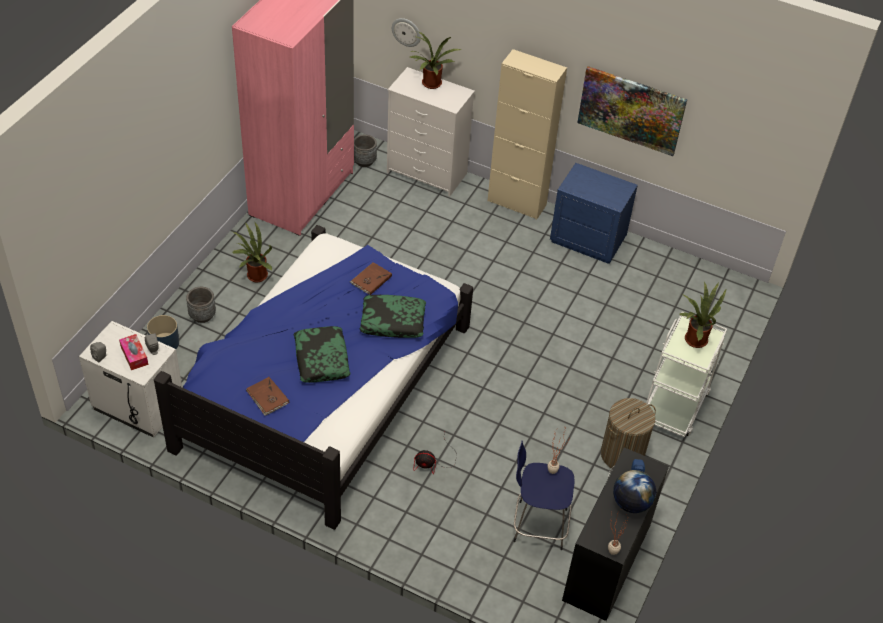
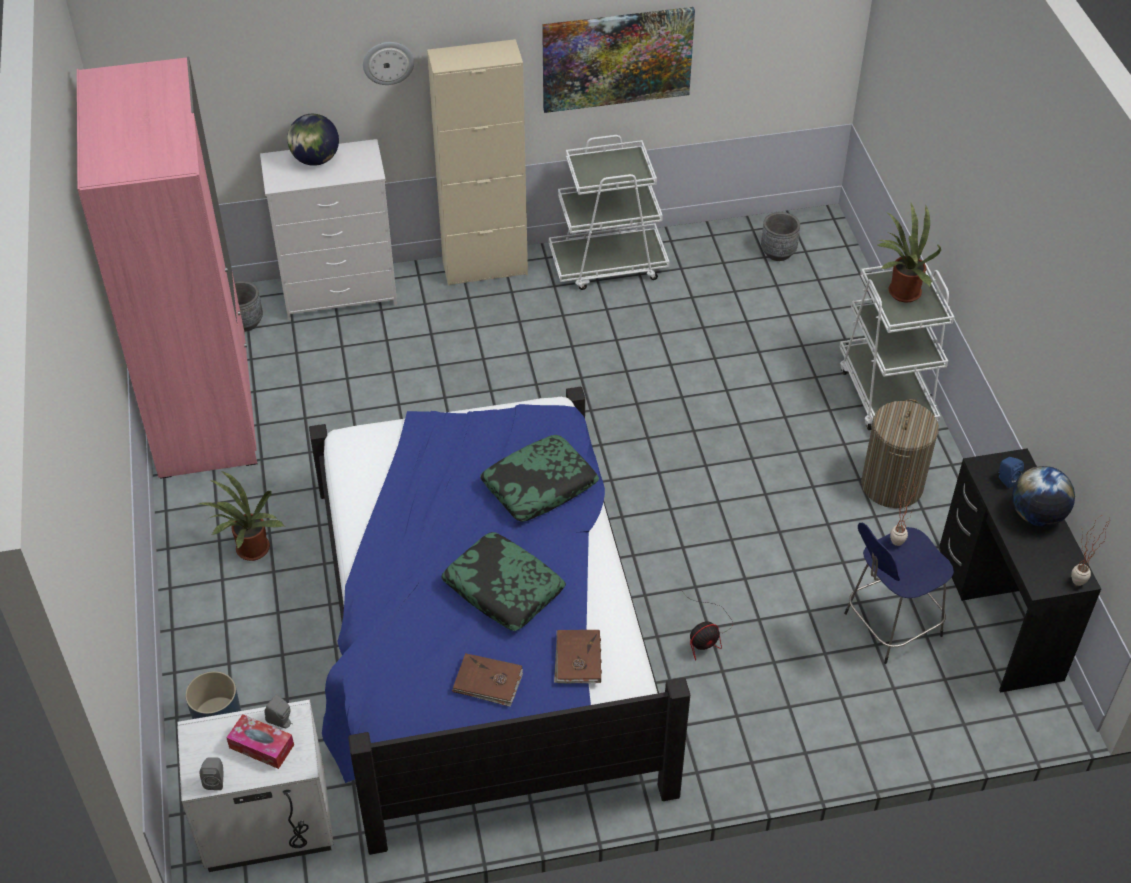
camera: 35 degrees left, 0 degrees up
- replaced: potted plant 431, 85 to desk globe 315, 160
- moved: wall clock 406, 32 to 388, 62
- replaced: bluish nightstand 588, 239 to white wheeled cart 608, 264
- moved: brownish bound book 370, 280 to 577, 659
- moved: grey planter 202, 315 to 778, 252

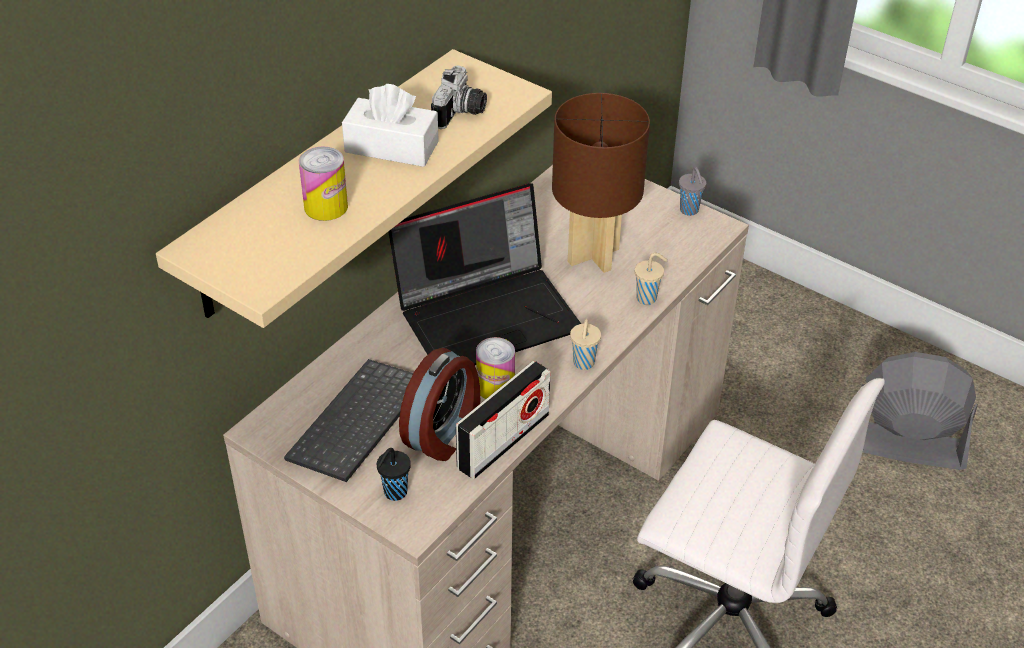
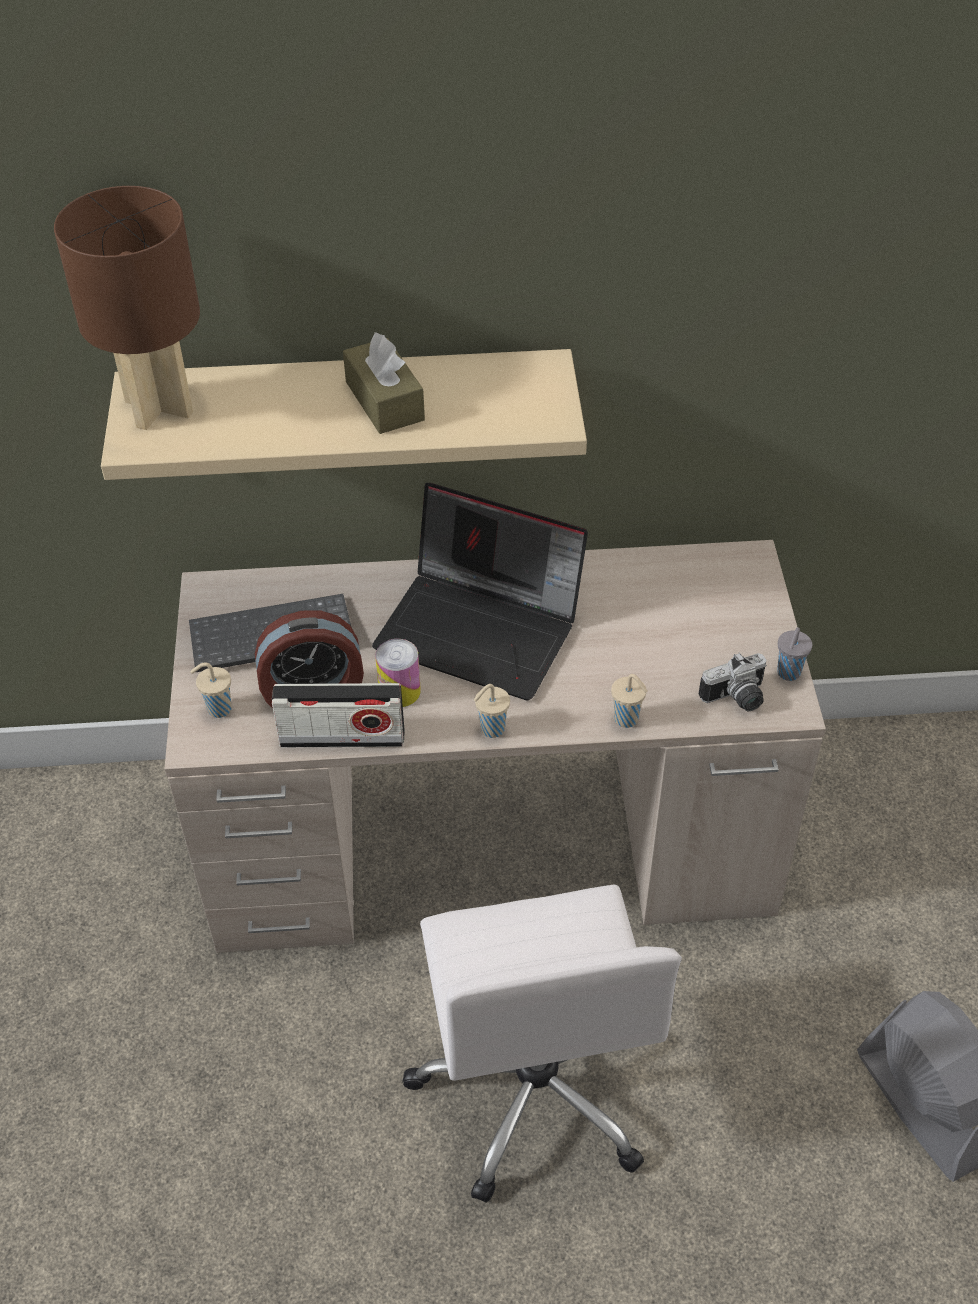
camera: 50 degrees right, 5 degrees up
- moved: brownish lamp for a table 594, 256 to 159, 408
- recoloured: black-coloured cup 394, 493 to beige-coloured cup 218, 709
- recoloured: white tissue holder 391, 147 to brownish tissue holder 384, 401
- moved: still camera 461, 113 to 737, 699
- removed: sealed can 326, 206

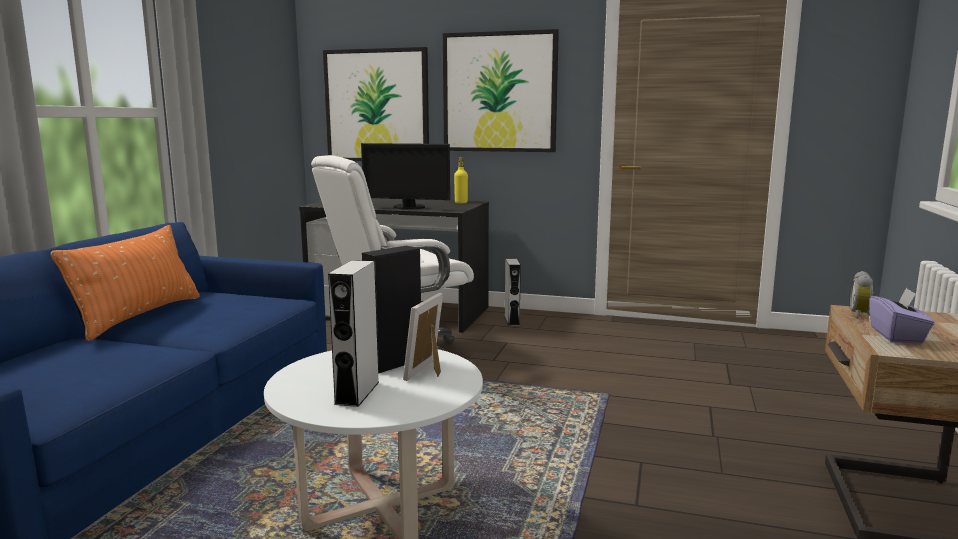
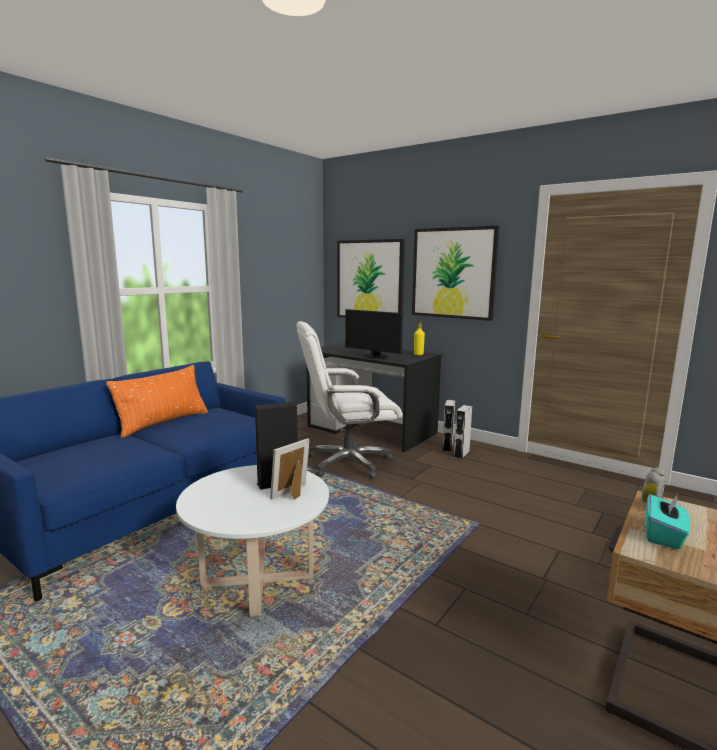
camera: 20 degrees right, 0 degrees up
- moved: grey speaker 357, 392 to 461, 454
- recoloured: purplish tissue holder 897, 336 to blue-green tissue holder 663, 536

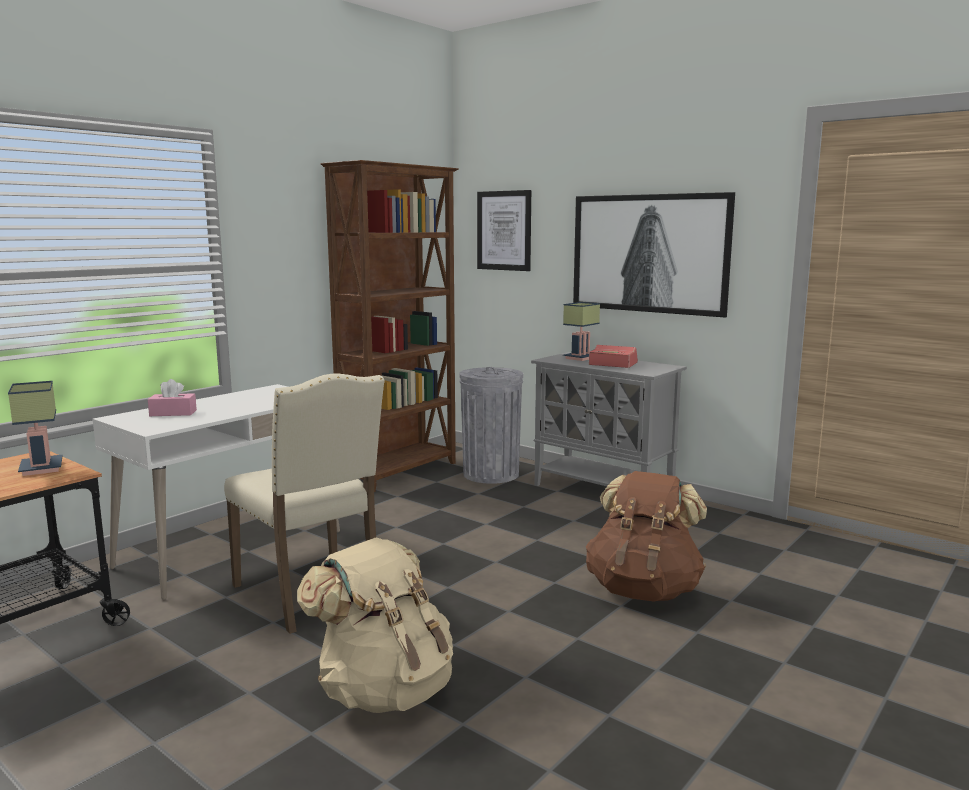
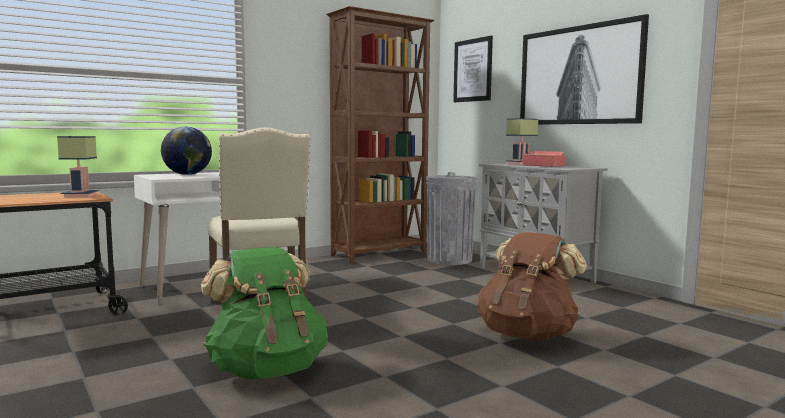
camera: 15 degrees right, 5 degrees down
- replaced: pink tissue holder 173, 413 to desk globe 187, 174
- recoloured: beige-coloured backpack 384, 690 to green backpack 267, 370

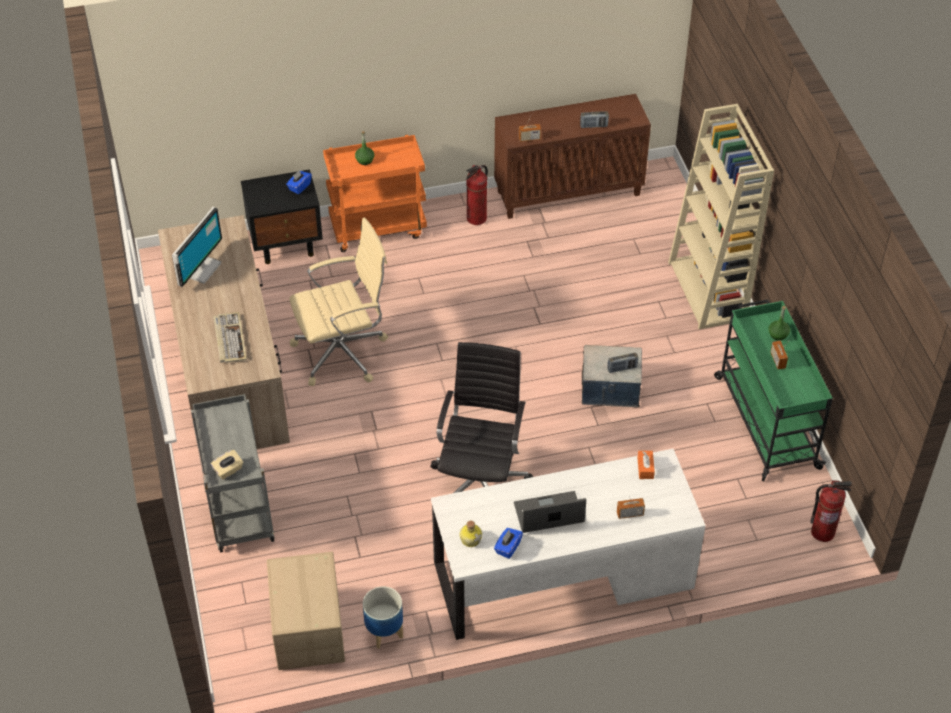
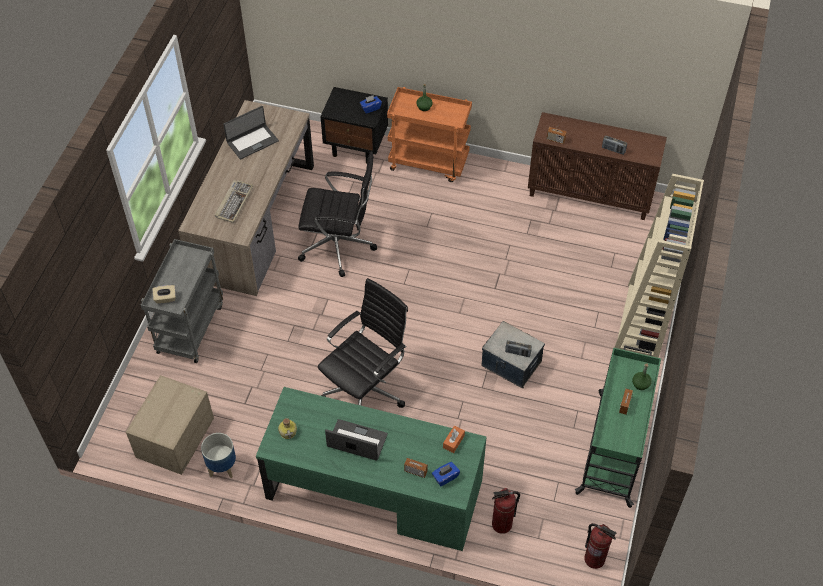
camera: 30 degrees right, 5 degrees up
- replaced: computer display 201, 269 to portable computer 252, 141
- recoloured: white desk 563, 575 to green desk 374, 490
- recoloured: beige-coloured office chair 343, 352 to black-coloured office chair 339, 246
- moved: bluish tissue holder 508, 548 to 445, 477
- moved: extinguisher 476, 218 to 502, 524

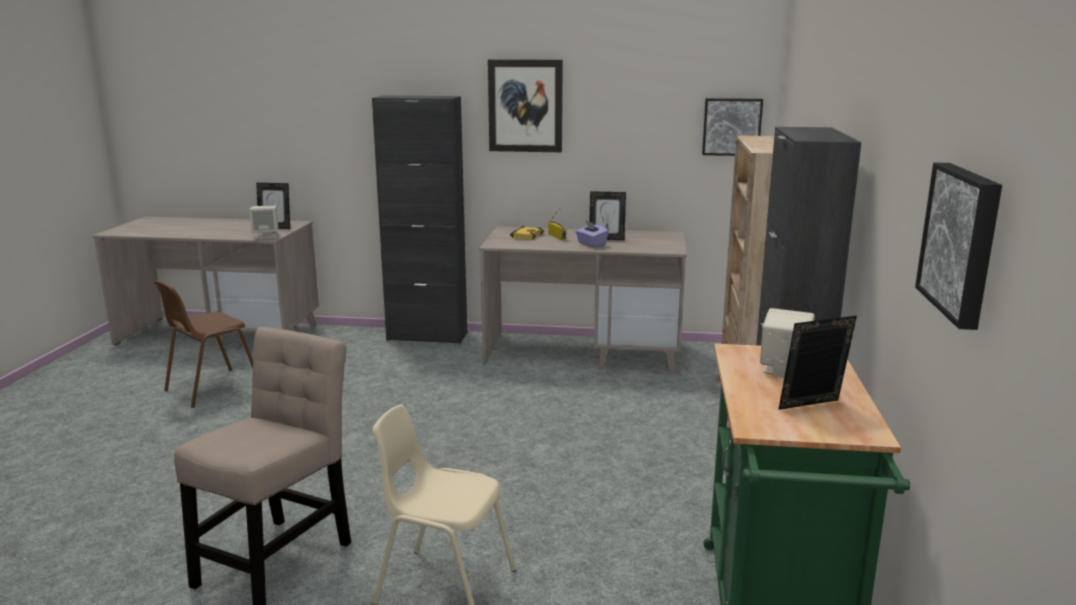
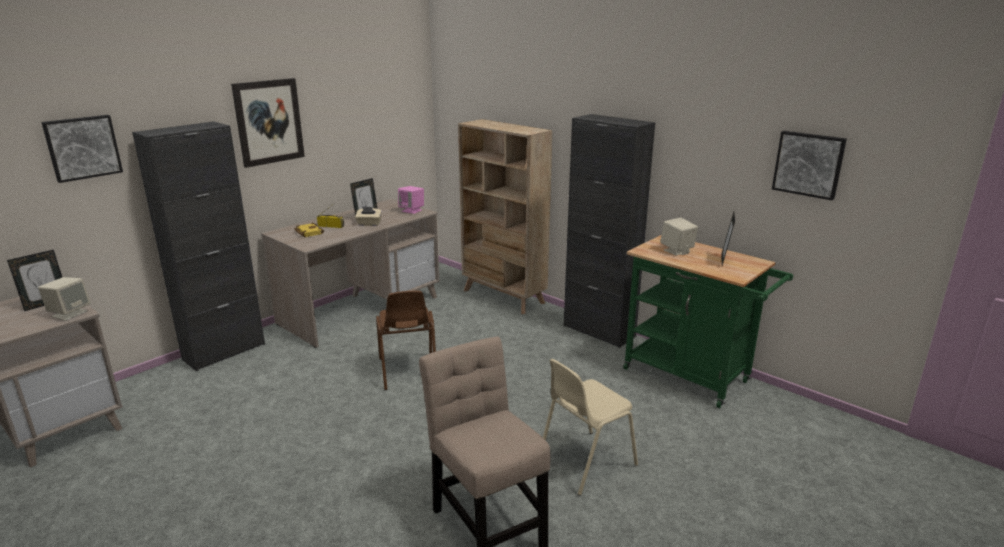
camera: 55 degrees left, 5 degrees up
- moved: wall picture 731, 126 to 82, 147
- recoloured: purplish tissue holder 591, 244 to beige-coloured tissue holder 369, 224
- moved: brownish upright chair 212, 388 to 408, 371
- added: pink speaker 412, 210

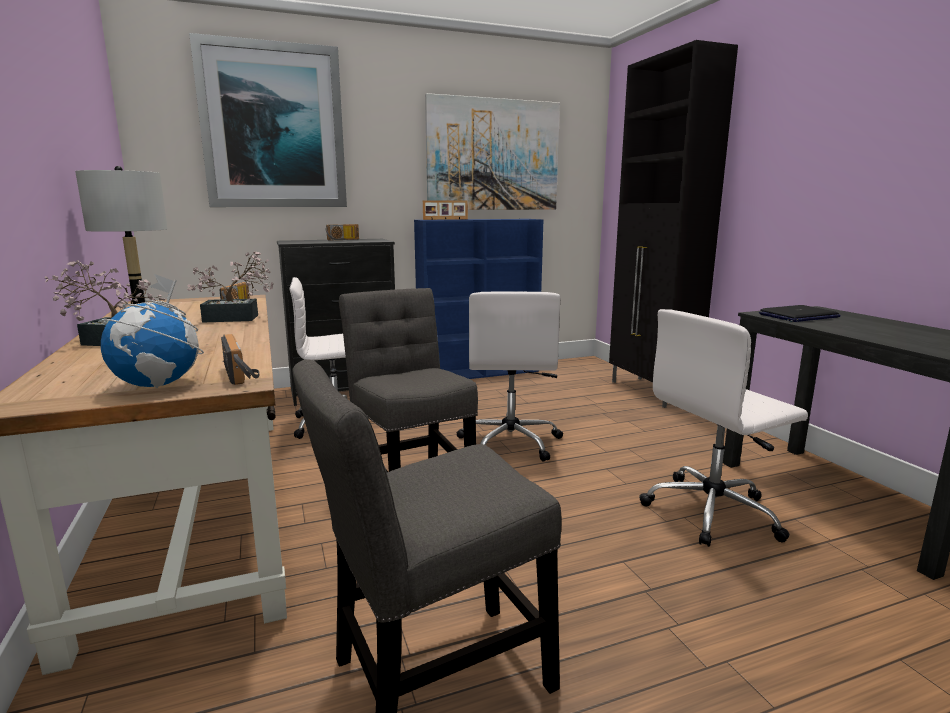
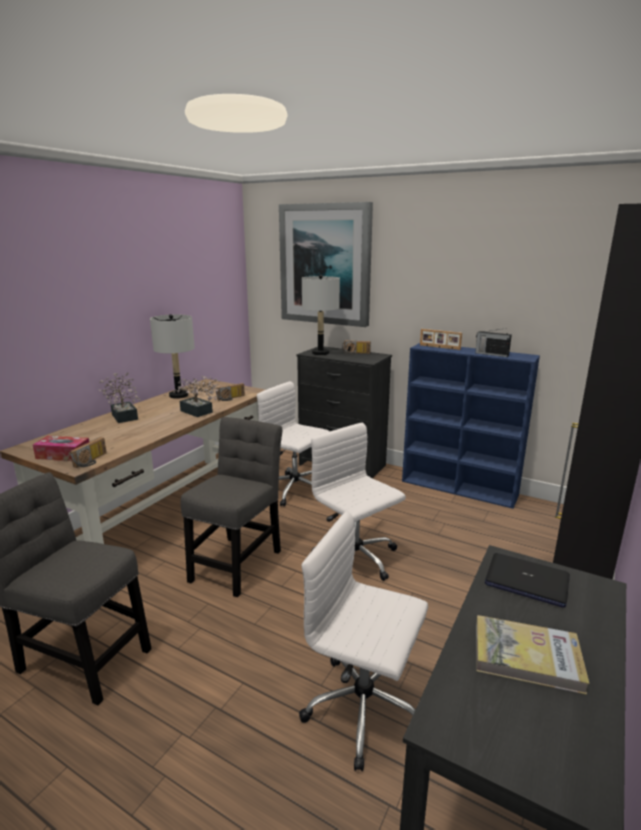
camera: 50 degrees right, 5 degrees up
- replaced: desk globe 159, 384 to tissue holder 63, 455
- added: grey lamp for a table 320, 353
- turned: white office chair 510, 442 = 356, 560 90 degrees clockwise
- added: radio 491, 354
- added: bound book 527, 657
- removed: wall picture 493, 155

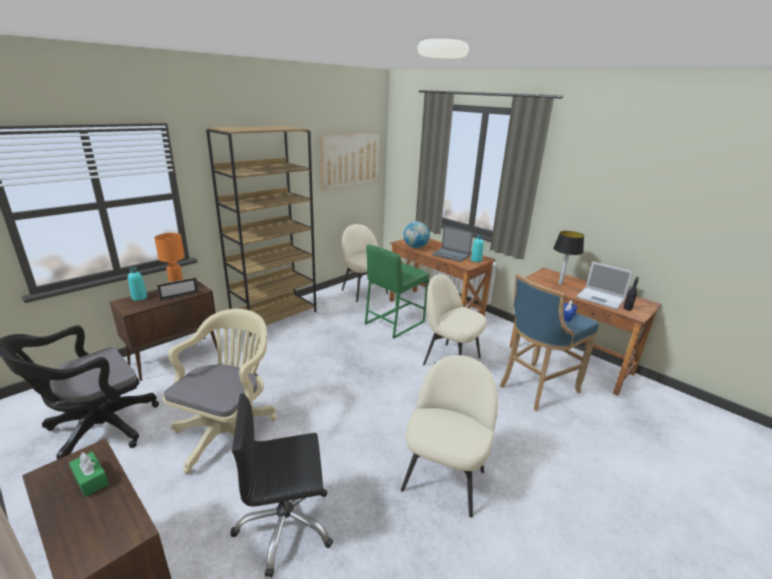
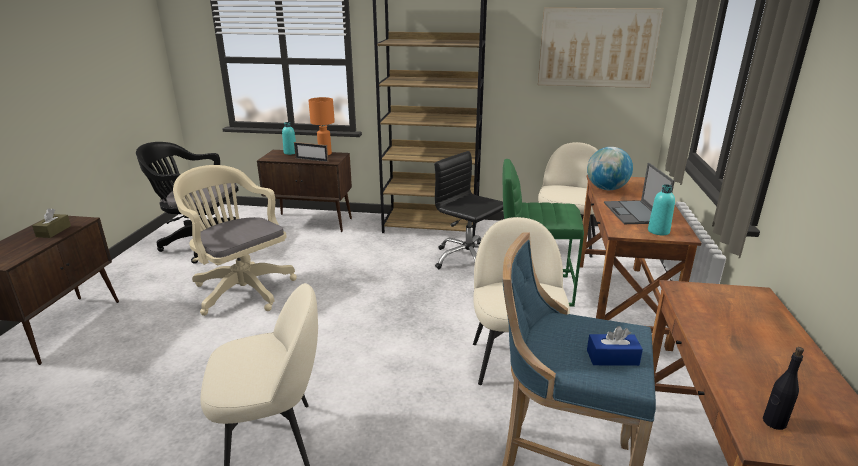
camera: 55 degrees right, 0 degrees up
- recoloured: green tissue holder 91, 479 to brownish tissue holder 54, 231
- turned: beige-coloured office chair 229, 432 = 241, 289 120 degrees counterclockwise
- moved: black-coloured office chair 285, 525 to 467, 259
- removed: lamp for a table 560, 284
- removed: portable computer 601, 298

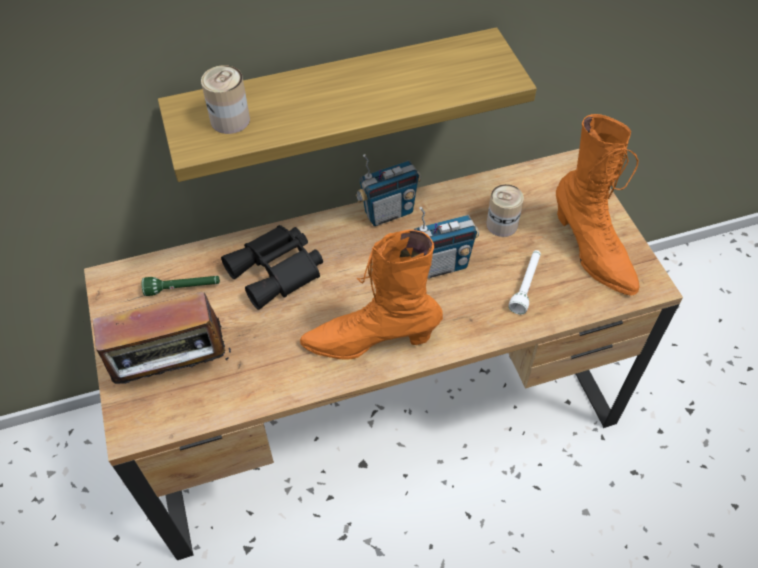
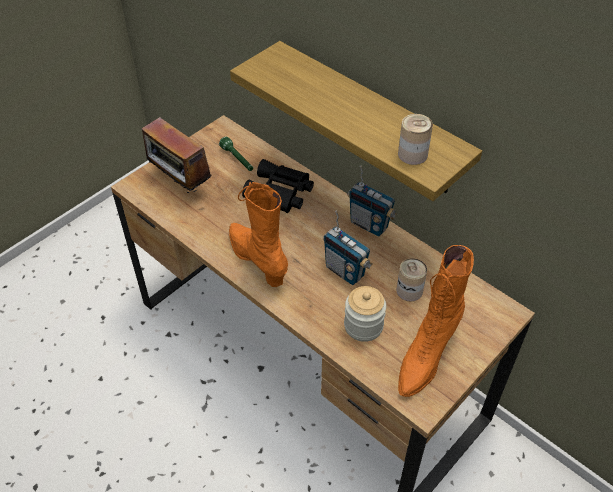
camera: 60 degrees right, 5 degrees down
- replaced: white hand torch 526, 285 to storage jar 363, 326
- moved: sealed can 230, 120 to 412, 154

